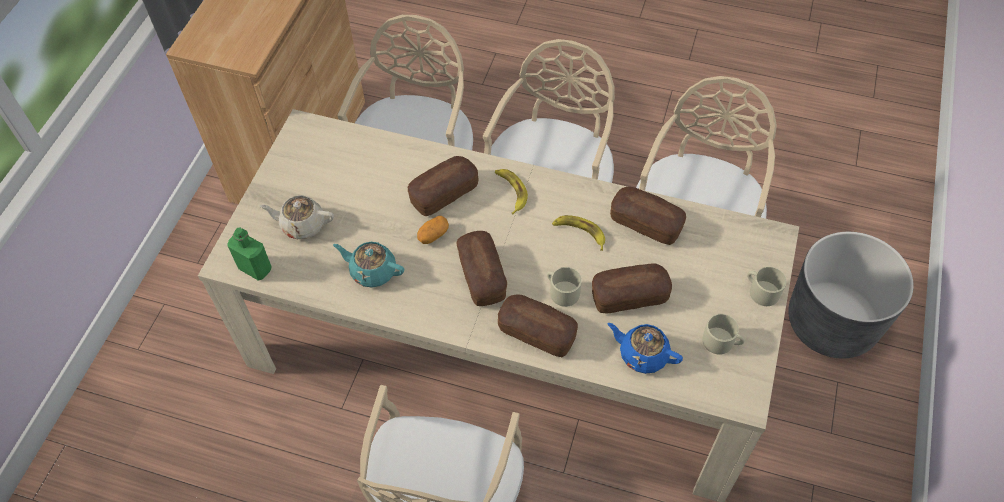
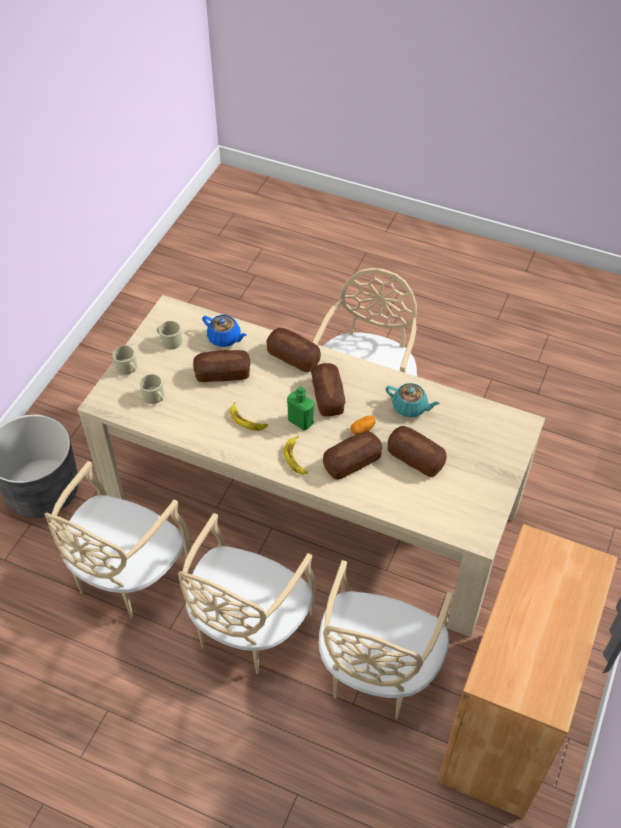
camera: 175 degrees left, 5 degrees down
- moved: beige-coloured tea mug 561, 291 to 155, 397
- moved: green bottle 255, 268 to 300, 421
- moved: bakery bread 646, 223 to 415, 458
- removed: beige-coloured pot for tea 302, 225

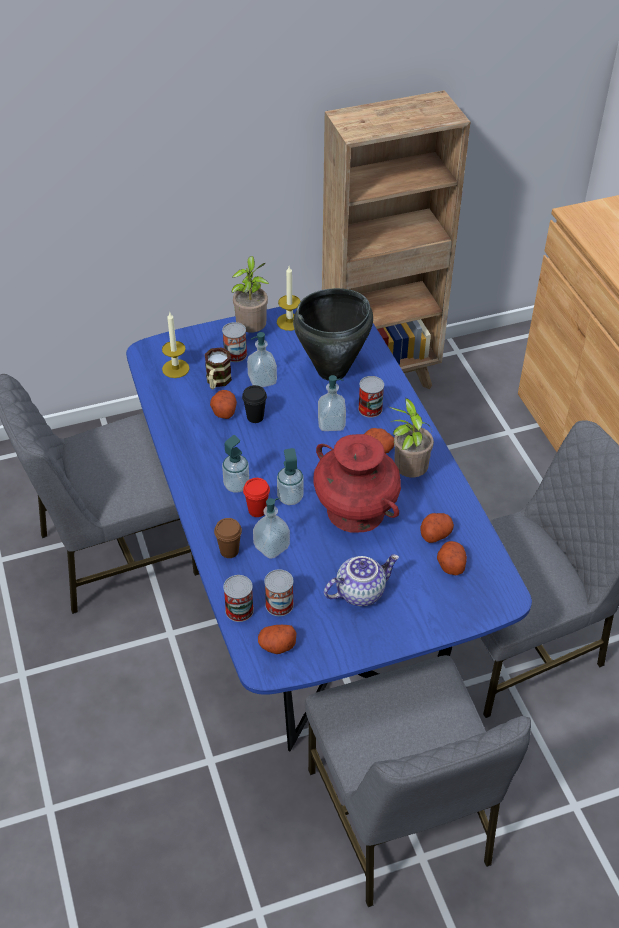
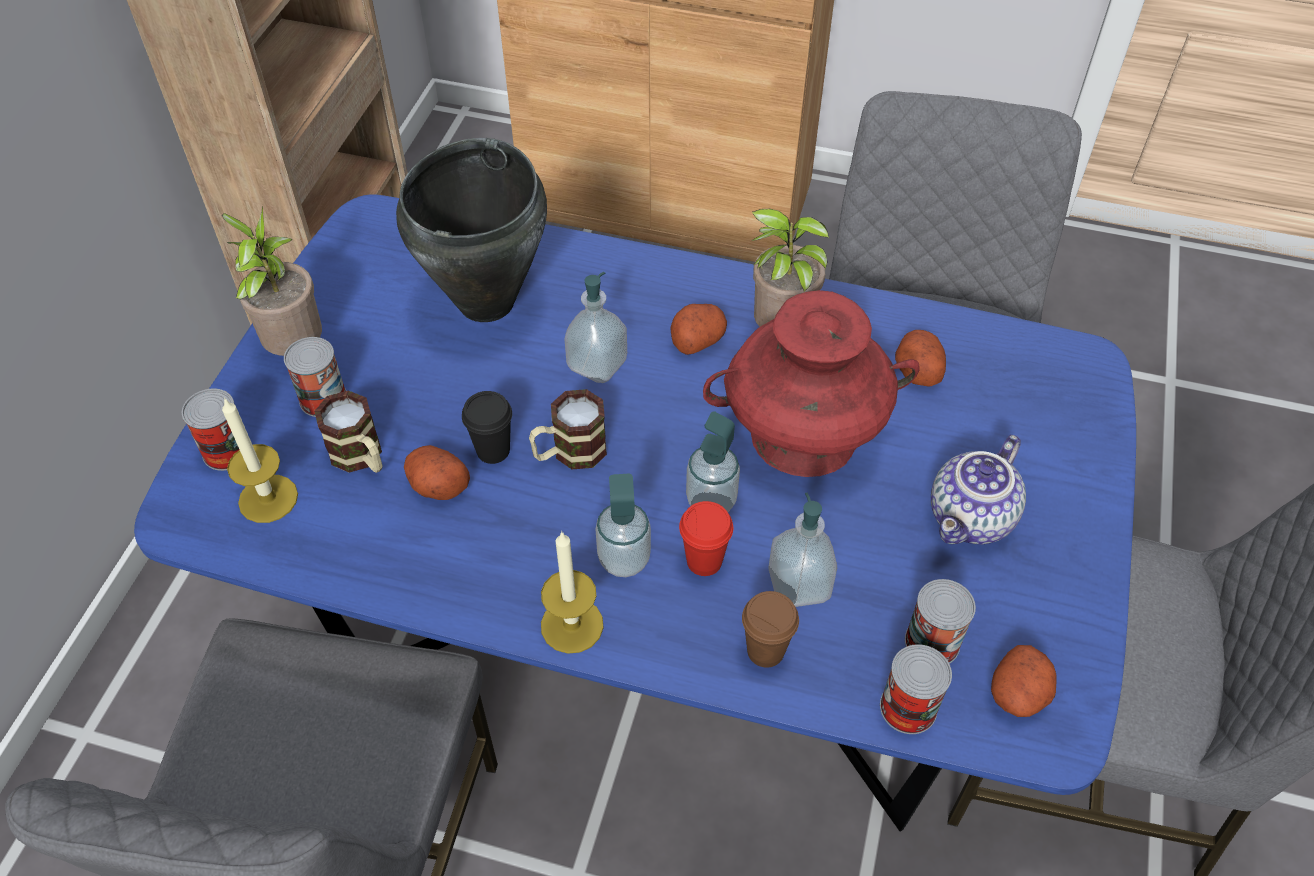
camera: 55 degrees left, 5 degrees up
- moved: sealed can 370, 409 to 227, 451
- added: tea mug 569, 453
- moved: wax candle 289, 322 to 572, 625
- turned: pot for tea 360, 591 = 972, 519 150 degrees counterclockwise
- removed: liquid soap bottle 262, 380
- removed: potato 450, 564

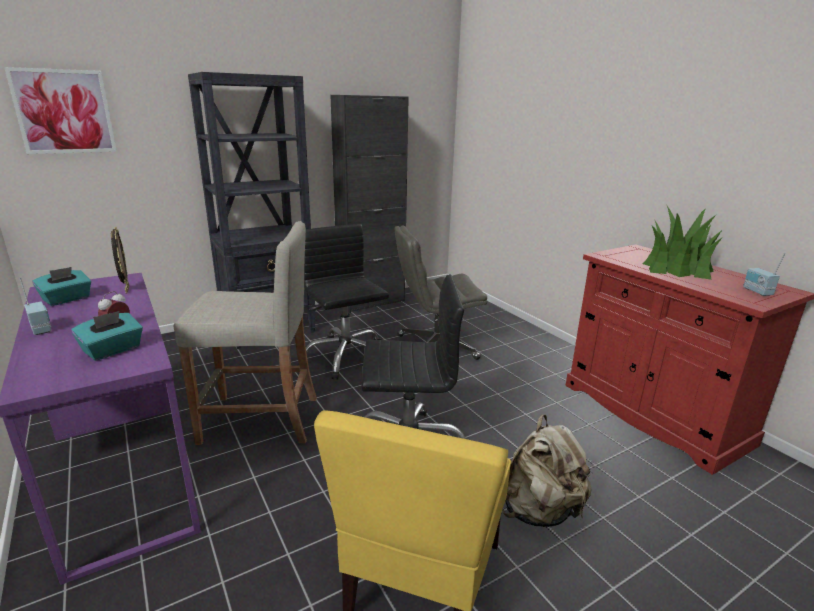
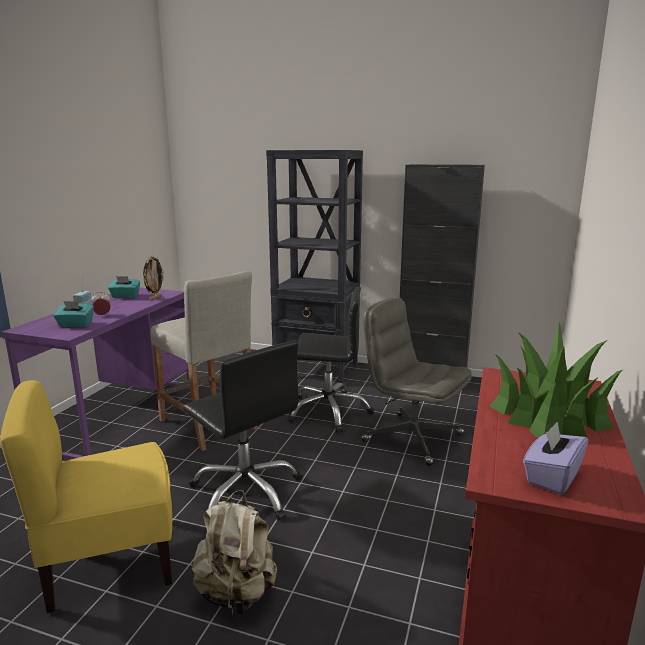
camera: 50 degrees right, 5 degrees down
- turned: black-coloured office chair 345, 356 = 328, 411 75 degrees clockwise
- replaced: radio 756, 292 to purplish tissue holder 552, 477
- removed: wall picture 64, 112

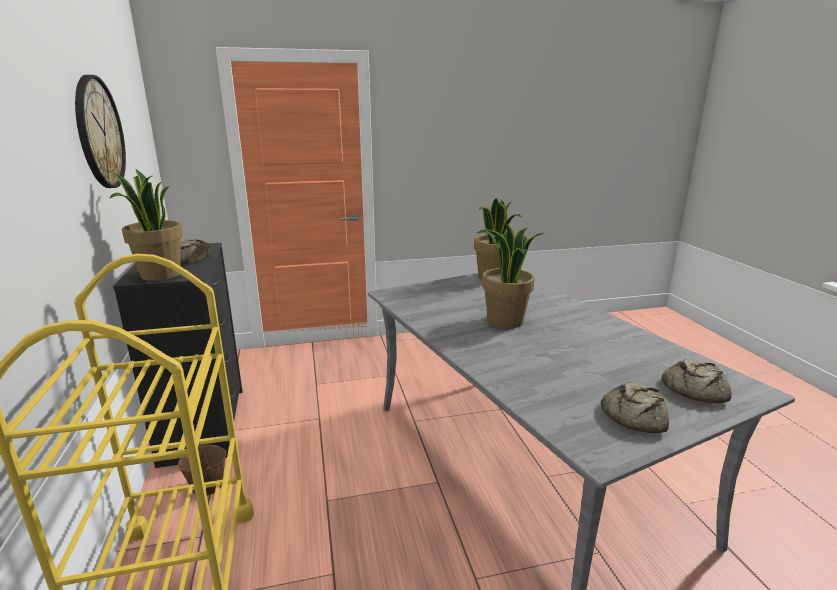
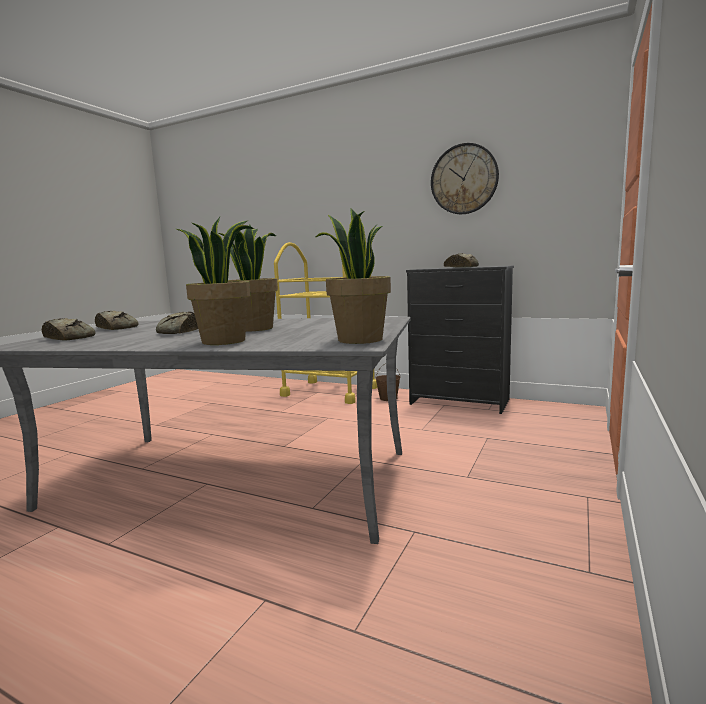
camera: 130 degrees right, 10 degrees down
- added: bakery bread 179, 332
- moved: potted plant 160, 275 to 224, 341

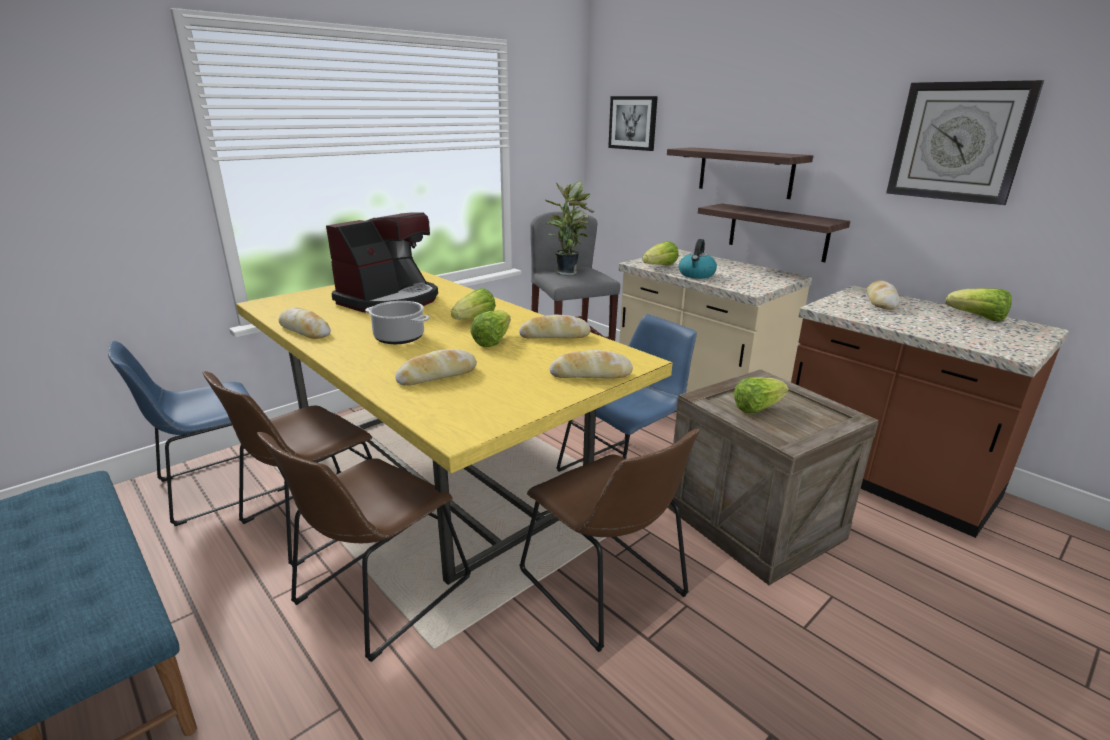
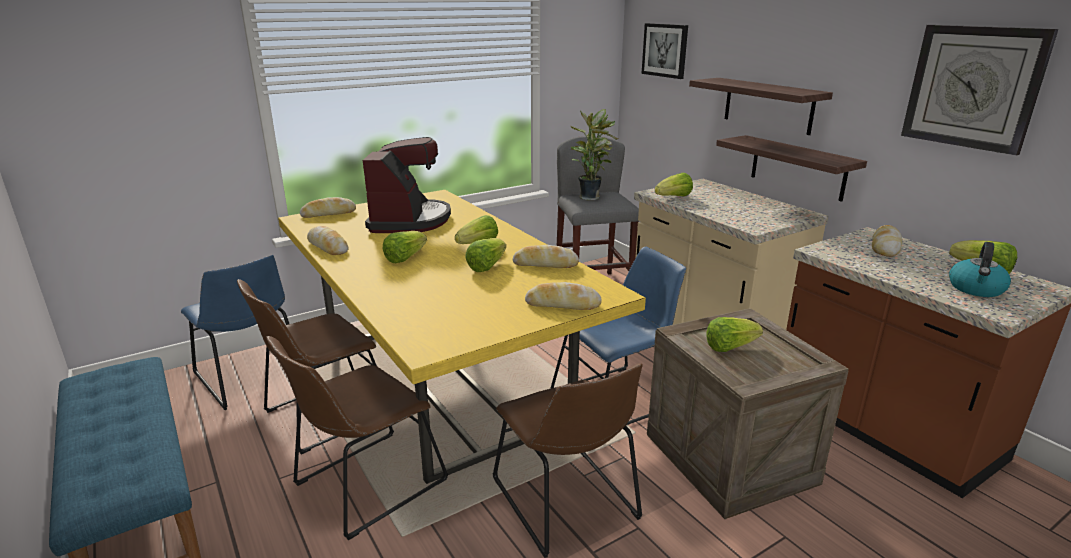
camera: 10 degrees right, 0 degrees up
- turned: bluish upright chair 217, 486 = 251, 378 105 degrees counterclockwise
- moved: bakery bread 437, 375 to 328, 214
- turned: coffee brewer 390, 300 = 409, 220 45 degrees counterclockwise
- replaced: stockpot 398, 337 to lettuce 405, 258
- moved: water kettle 696, 275 to 976, 289

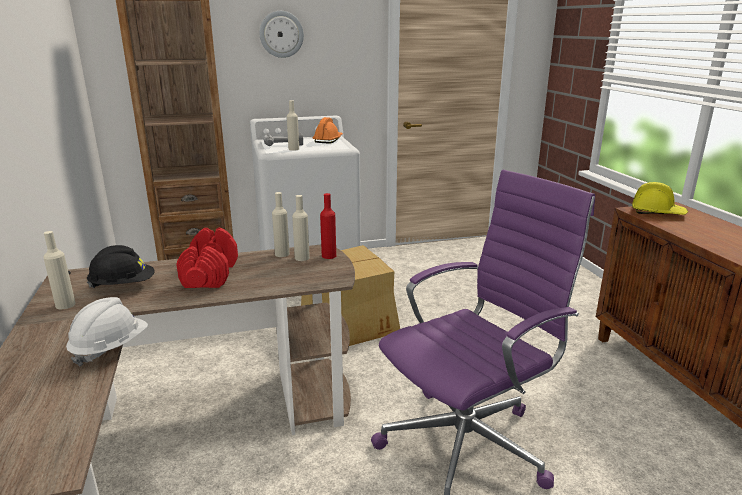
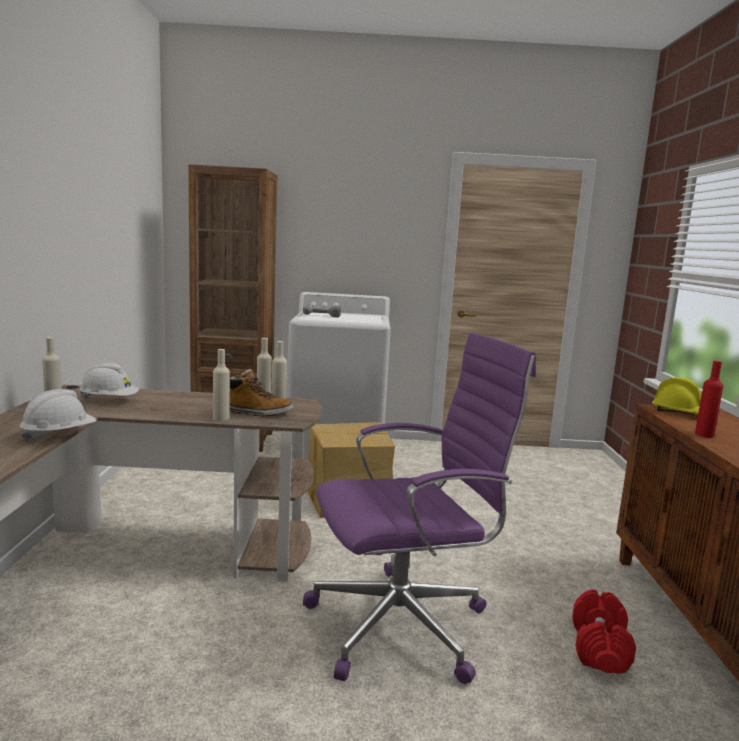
camera: 15 degrees right, 10 degrees down
- recoloured: black-coloured work helmet 123, 286 to white work helmet 109, 400
- moved: beige-coloured bottle 293, 149 to 221, 418
- added: tall boot 258, 413
- moved: red hand weight 210, 275 to 600, 648
- moved: red bottle 329, 256 to 704, 434
- removed: wall clock 281, 34
- removed: orange-coloured work helmet 328, 140

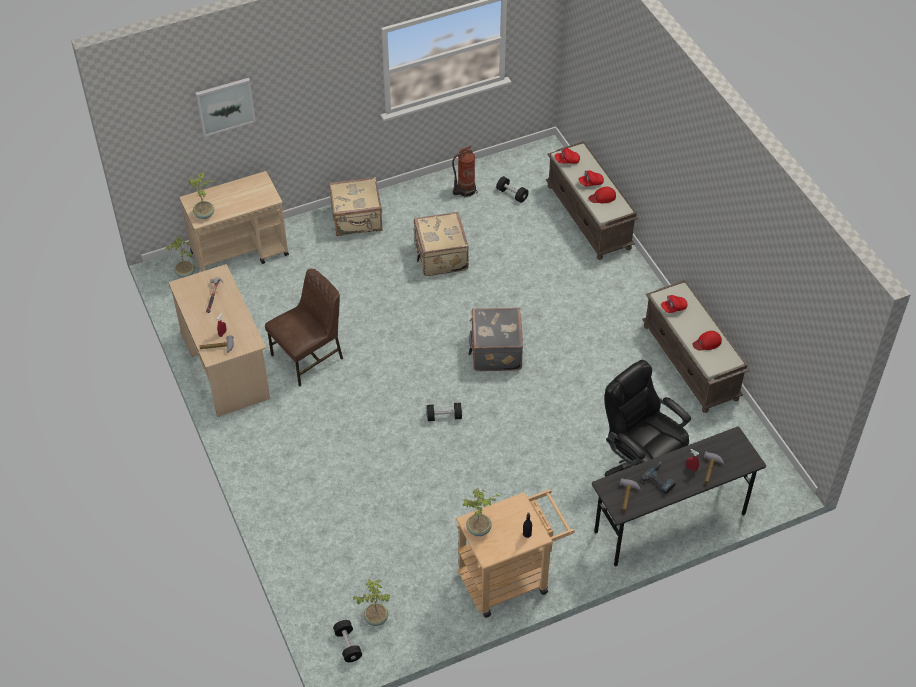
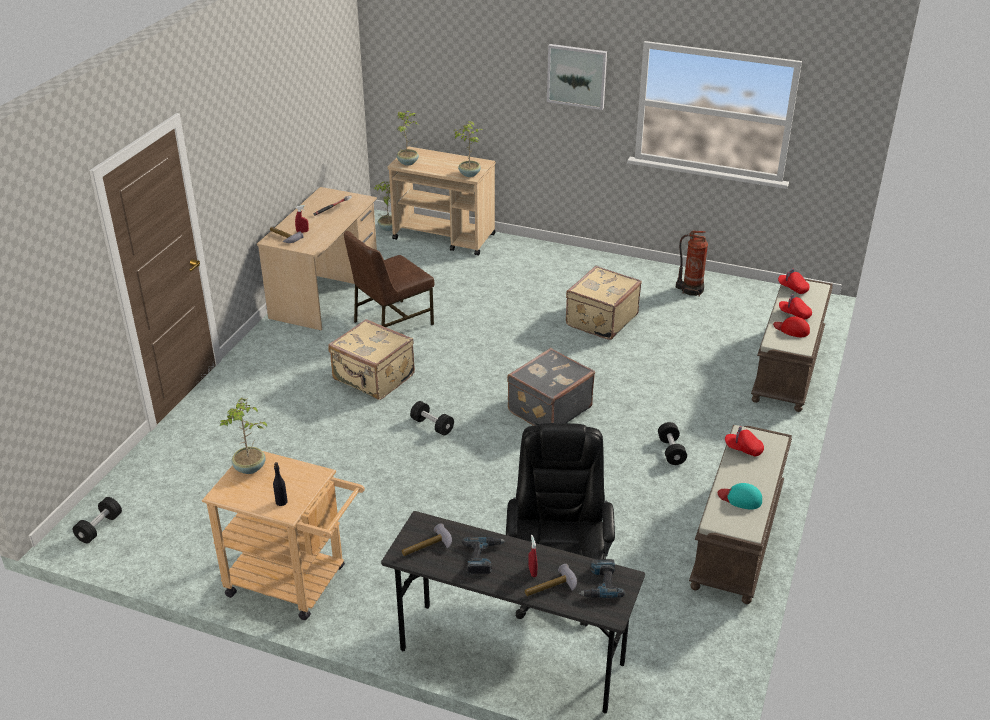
camera: 45 degrees right, 15 degrees down
- moved: beige-coloured suitcase 357, 220 to 373, 378
- turned: brownish upright chair 309, 357 = 391, 323 135 degrees clockwise
- moved: potted plant 375, 617 to 469, 174
- moved: wall picture 225, 106 to 577, 76
- added: drill 599, 583
- moved: black-coloured hand weight 512, 194 to 671, 451
- recoloured: red peaked cap 707, 342 to blue-green peaked cap 740, 498

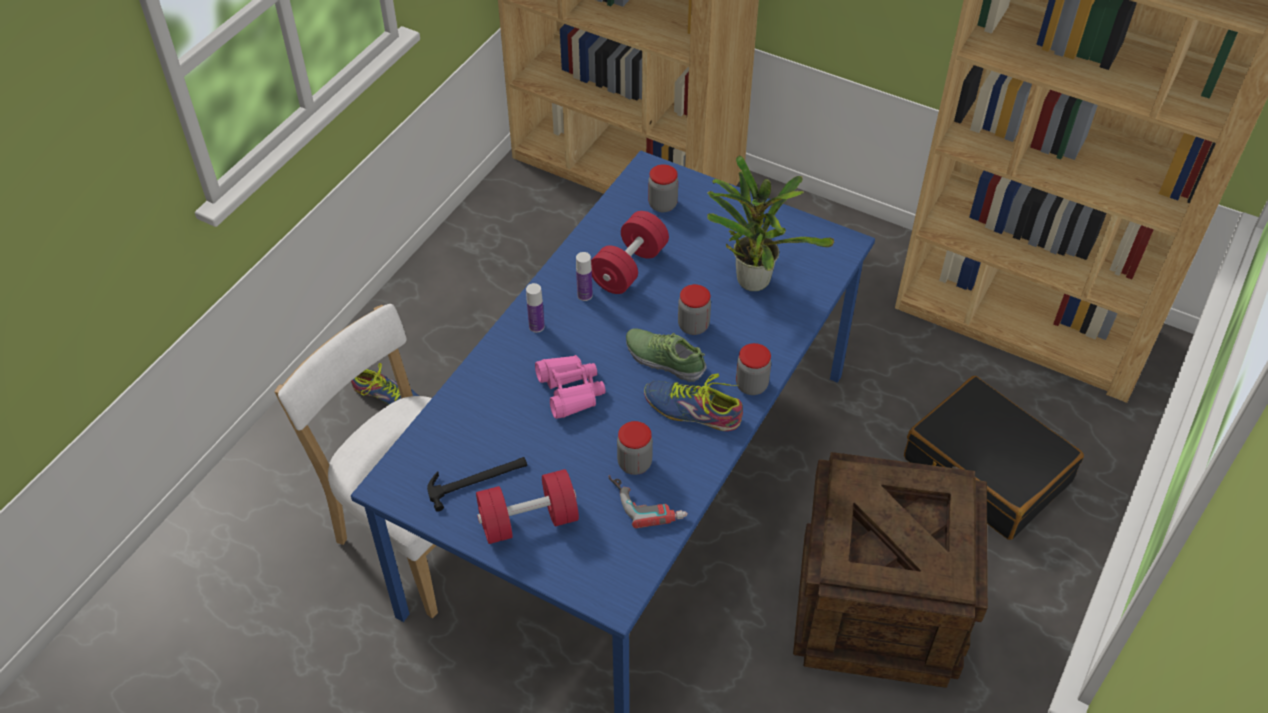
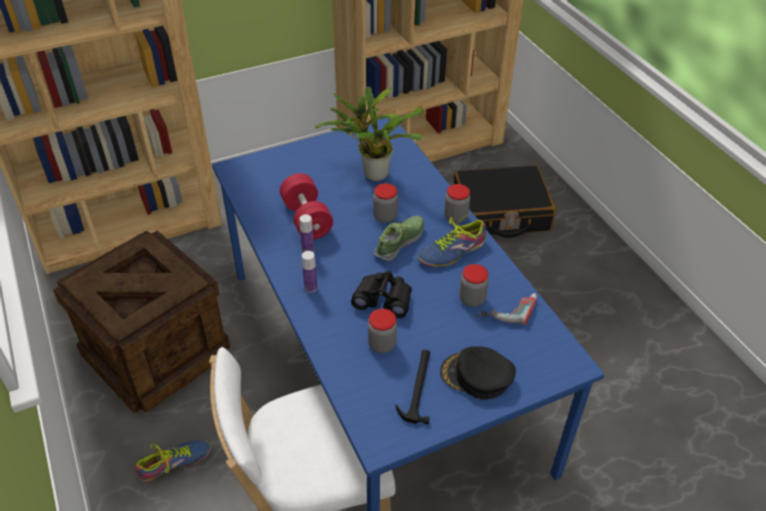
camera: 55 degrees left, 5 degrees down
- moved: packing crate 880, 609 to 158, 353
- recoloured: pink pair of binoculars 570, 391 to black-coloured pair of binoculars 383, 299
- moved: storage jar 662, 205 to 382, 344
- turned: shoe 664, 359 = 399, 242 150 degrees clockwise
- replaced: red hand weight 528, 520 to black-coloured peaked cap 476, 376

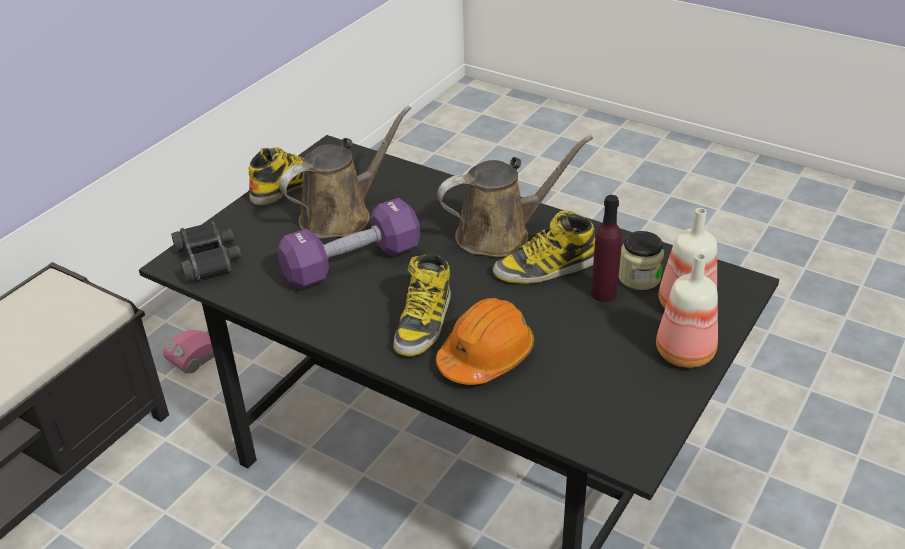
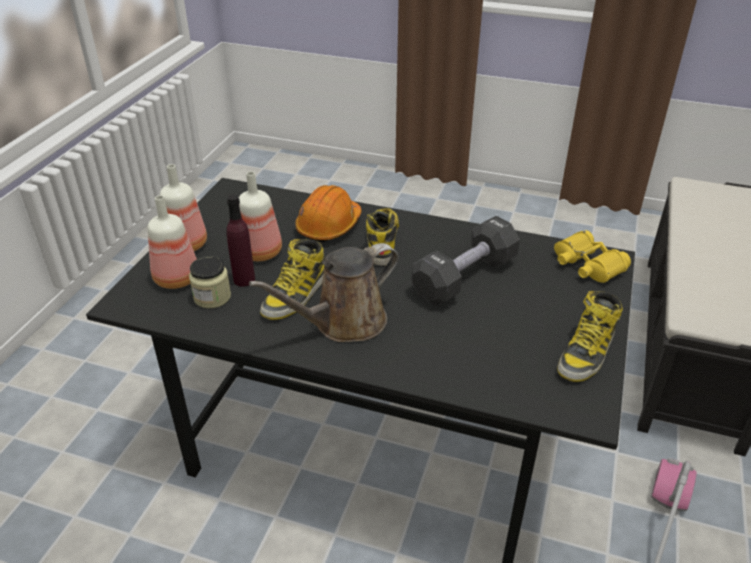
camera: 165 degrees right, 0 degrees up
- added: bottle 261, 252
- turned: tall boot 545, 268 = 295, 295 150 degrees clockwise
- recoloured: purplish hand weight 352, 263 to black-coloured hand weight 464, 277
- recoloured: black-coloured pair of binoculars 209, 259 to yellow pair of binoculars 587, 265
- removed: brownish sprinkling can 341, 215

